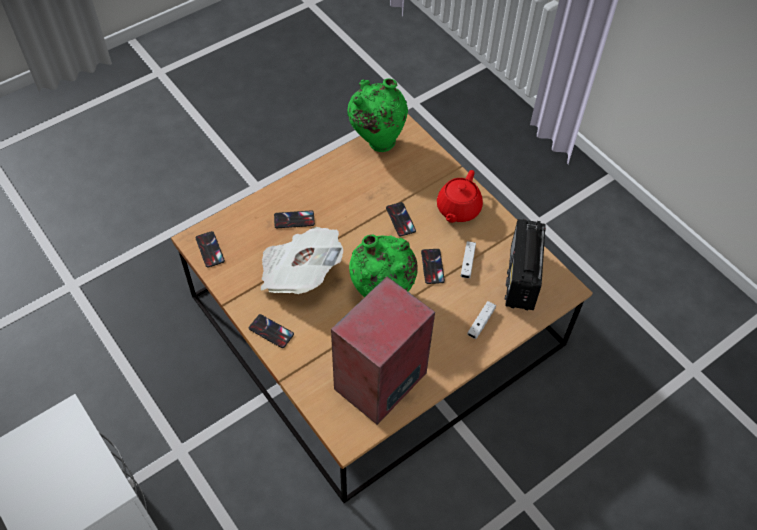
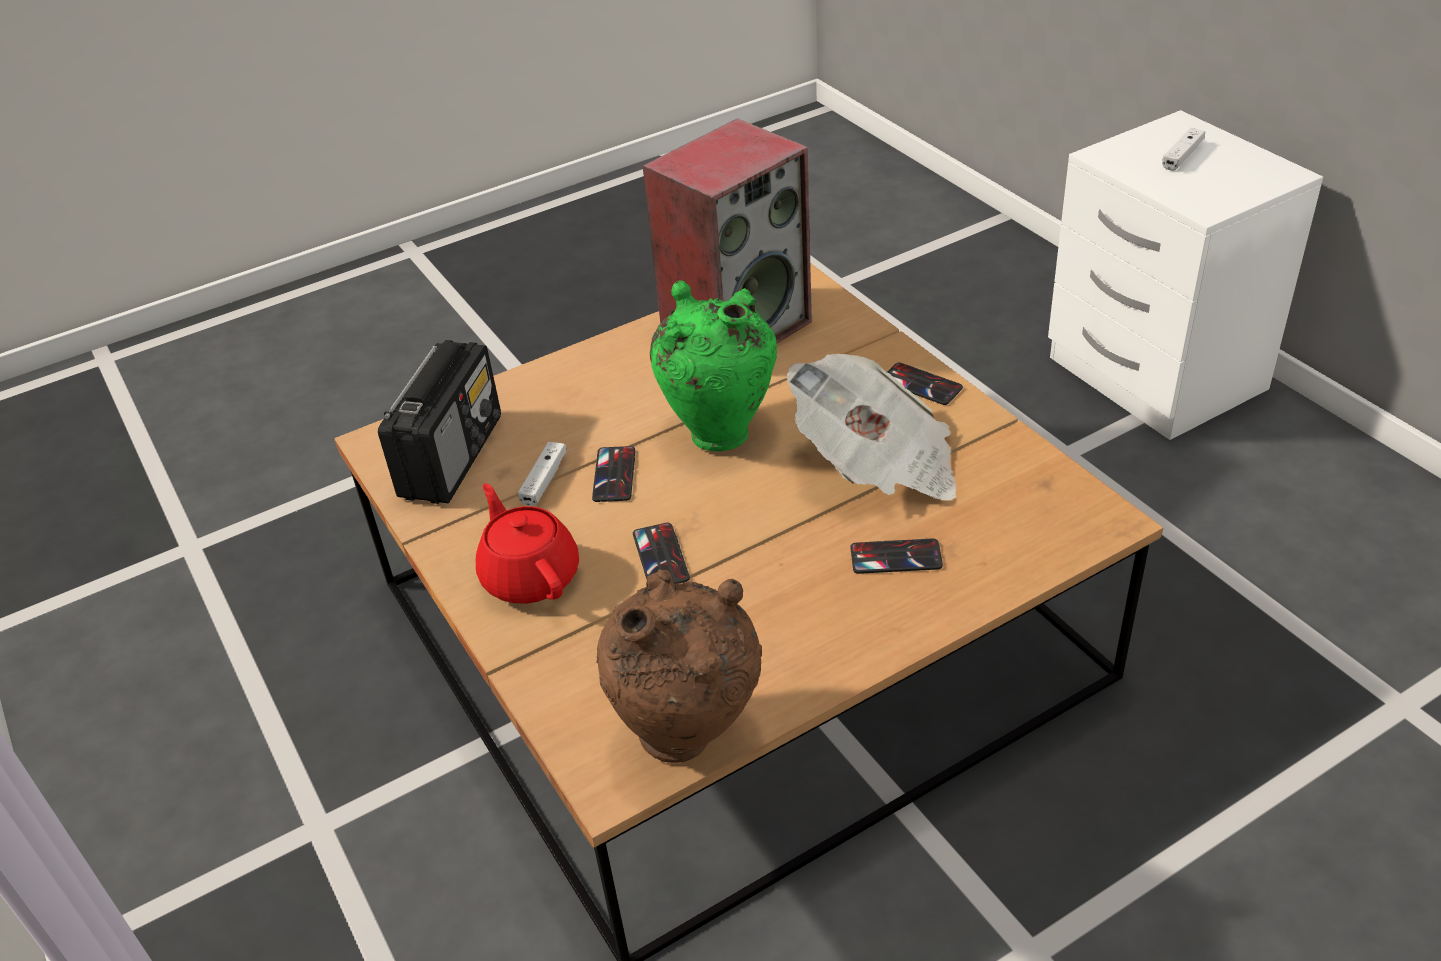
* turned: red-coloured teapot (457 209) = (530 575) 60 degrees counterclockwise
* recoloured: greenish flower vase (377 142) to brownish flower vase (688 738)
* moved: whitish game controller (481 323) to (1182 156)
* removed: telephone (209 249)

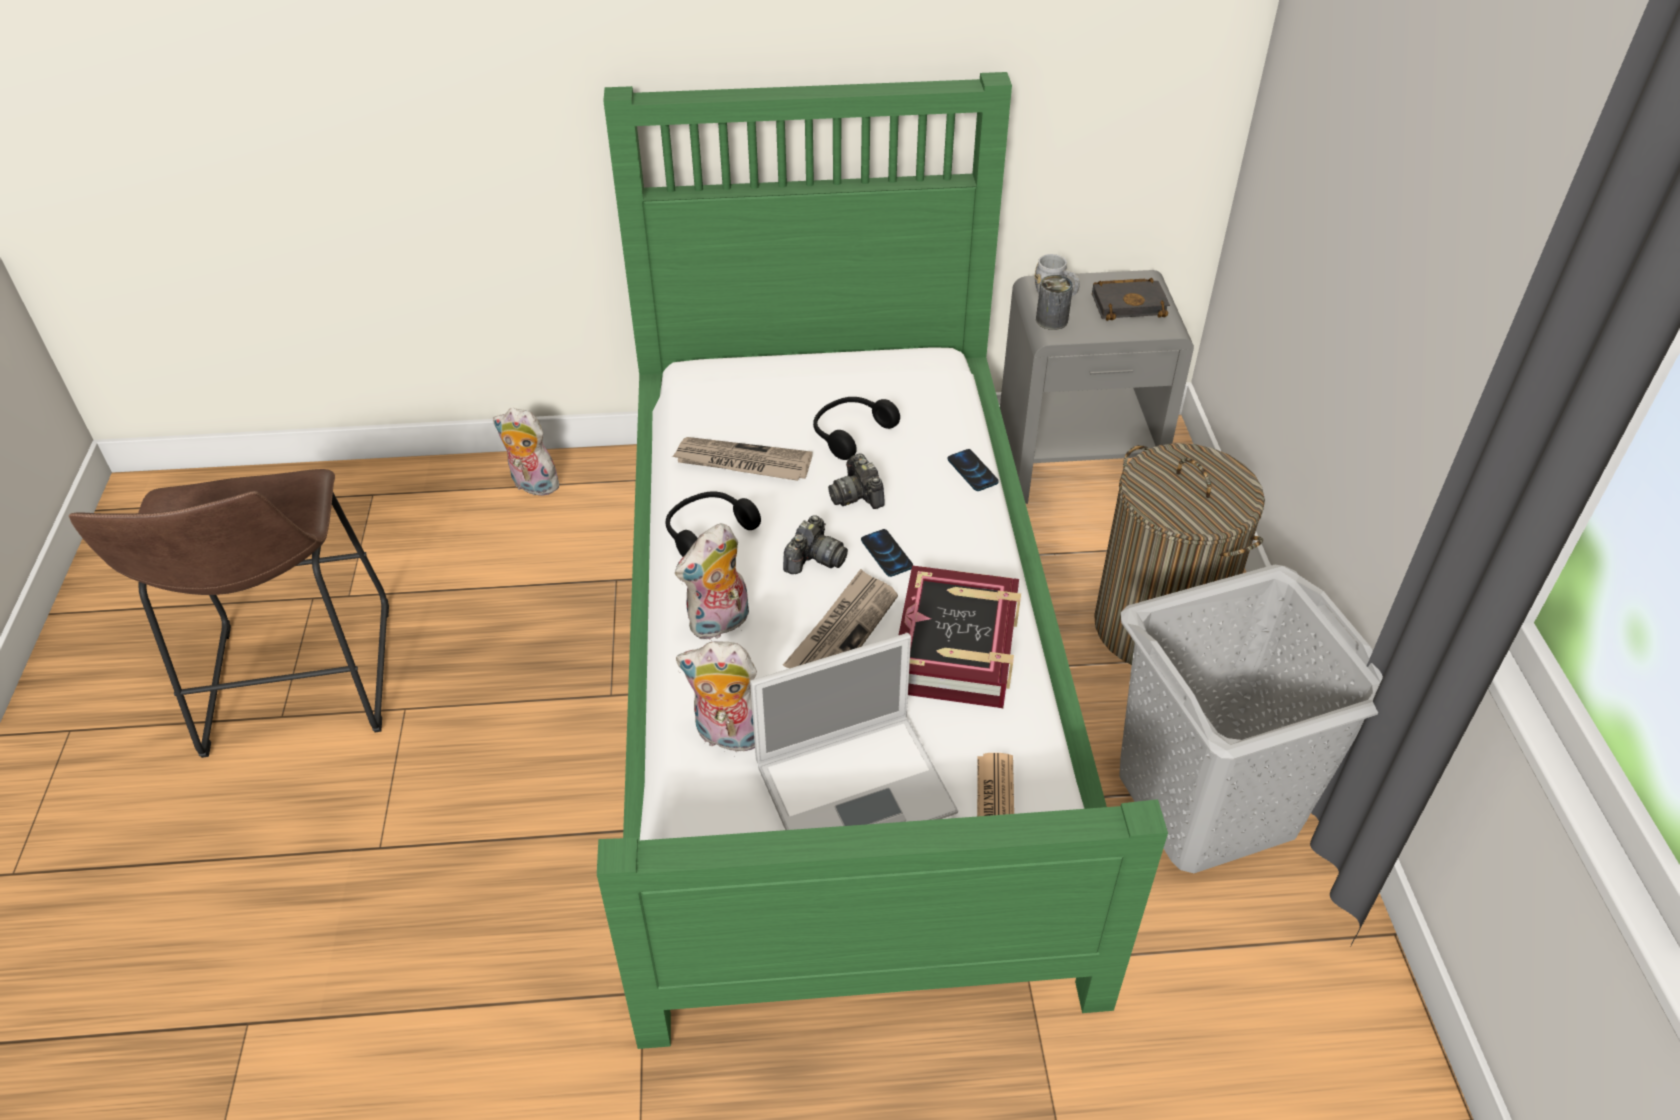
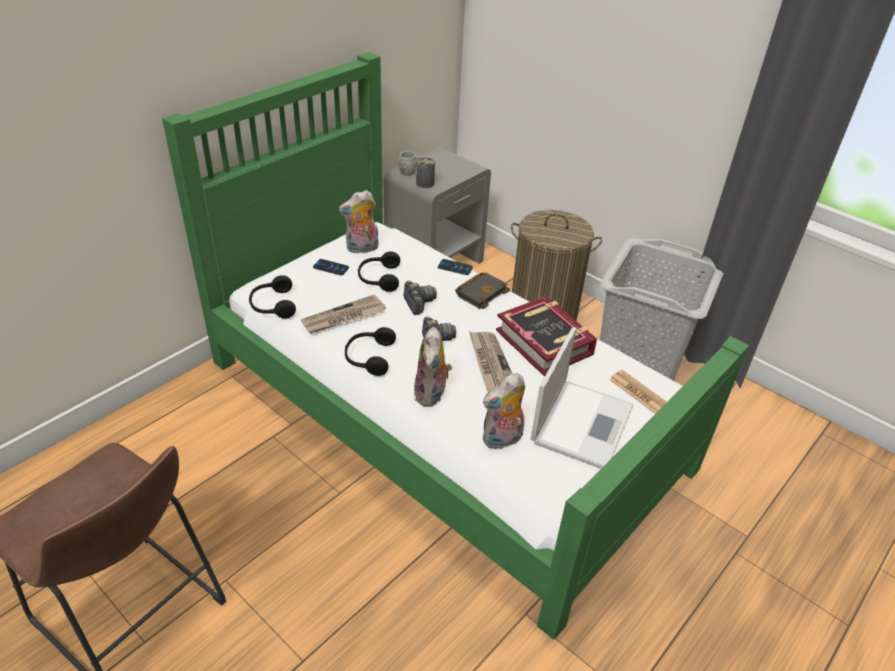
* added: blackish headset (272 305)
* moved: telephone (886 554) to (331 268)
* moved: plush toy (532 485) to (362 249)
* turned: still camera (857 495) = (418 303) 135 degrees counterclockwise
* moved: blackish bound book (1130 303) to (481 292)

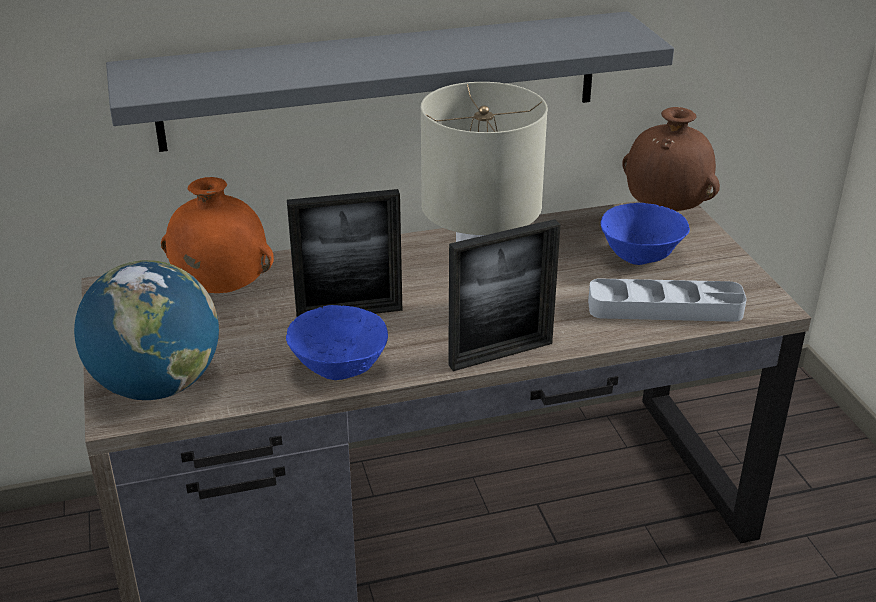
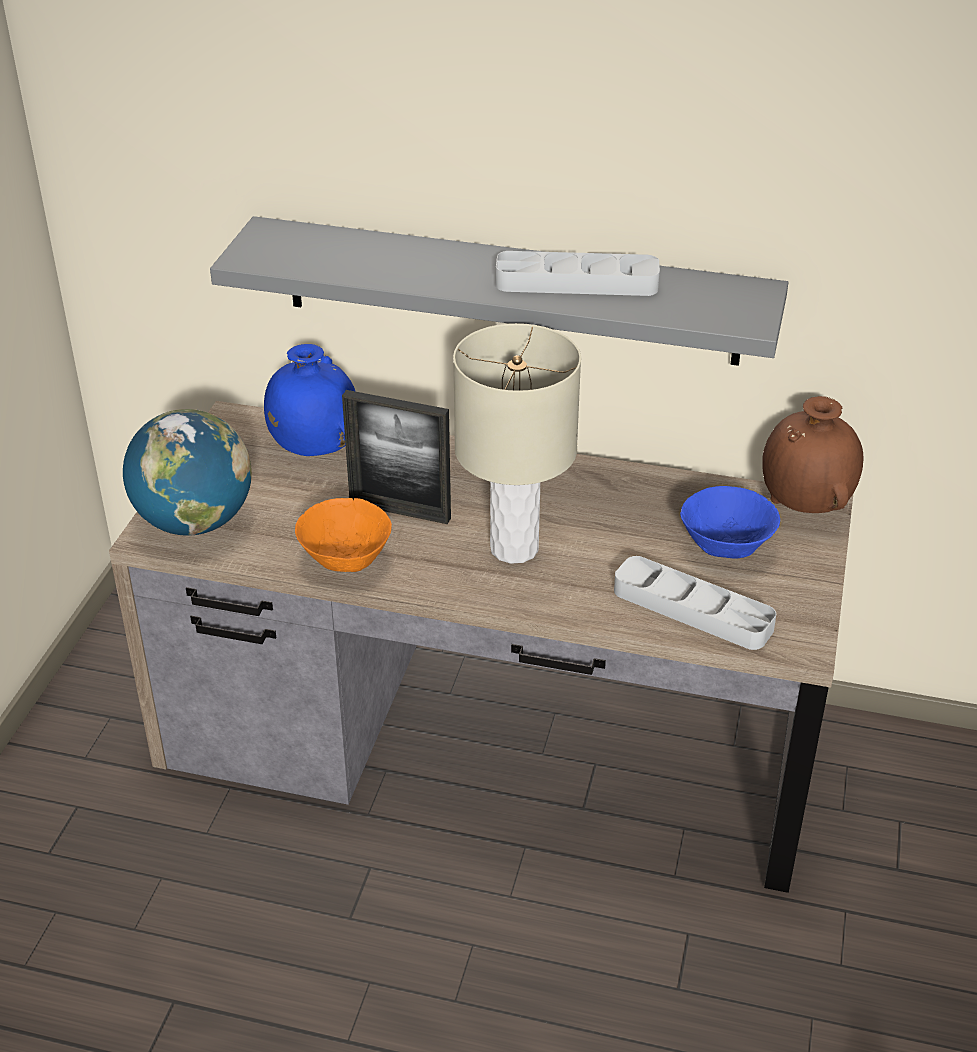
* recoloured: orange flower vase (221 290) to blue-coloured flower vase (314 450)
* recoloured: blue-coloured serving bowl (338 368) to orange serving bowl (346 559)
* added: grey tray (576 282)
* removed: photo frame (501 354)

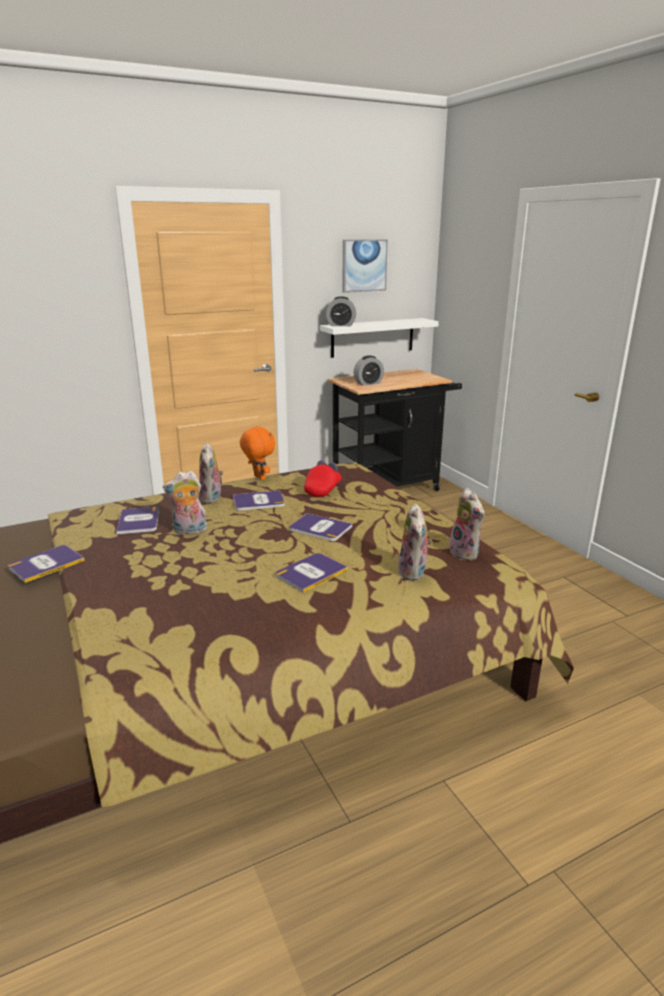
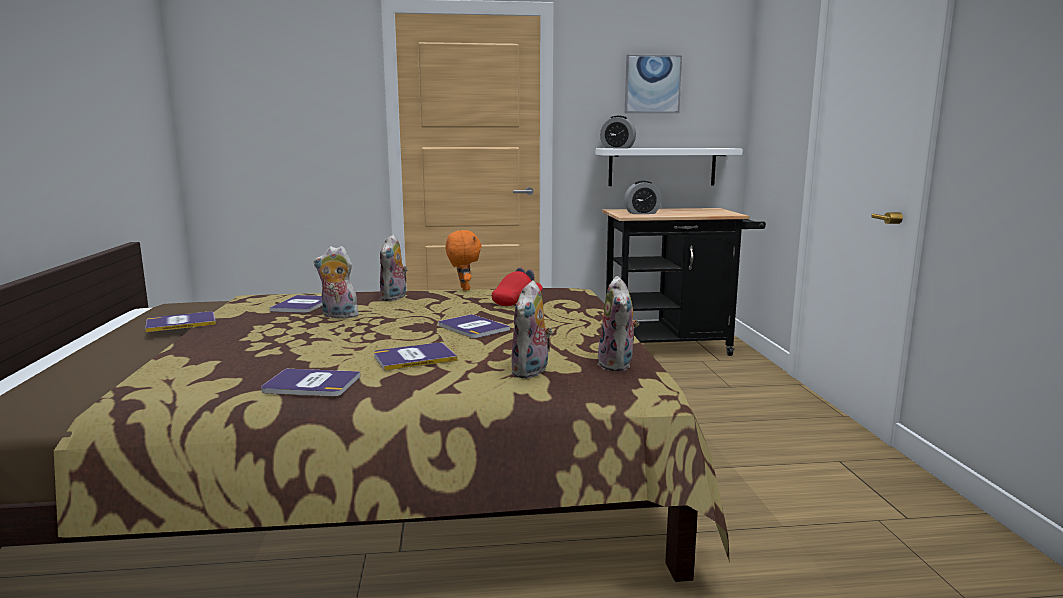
* moved: bound book (258 501) to (311 384)

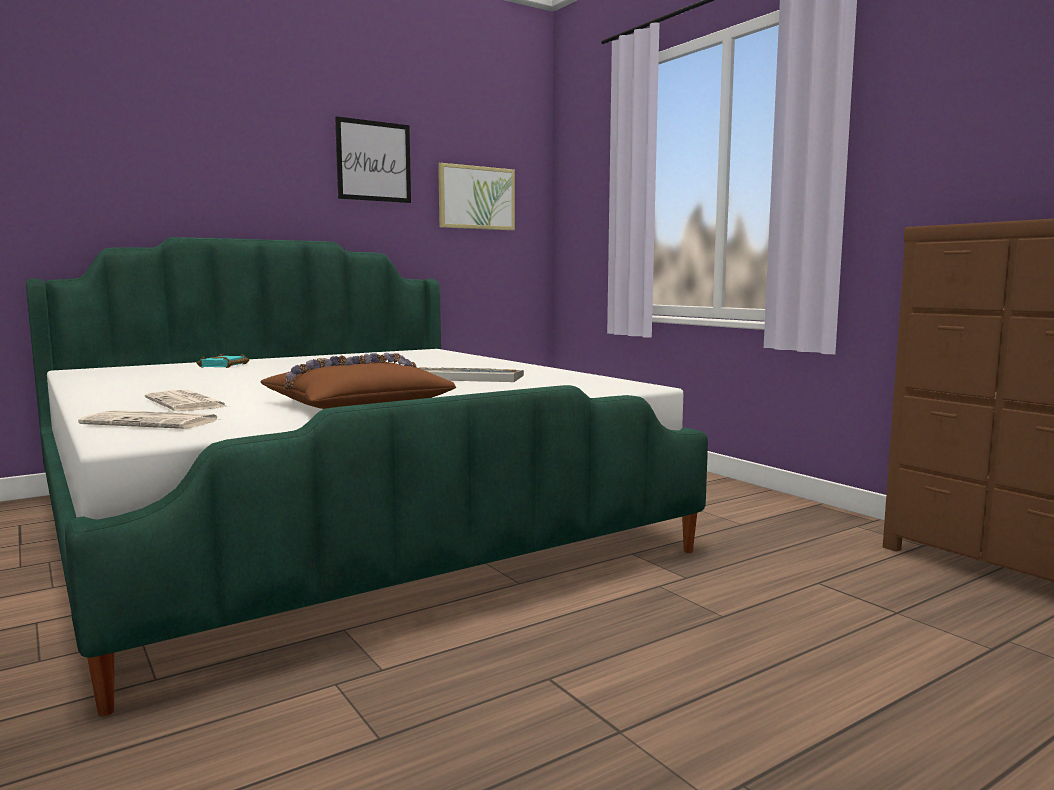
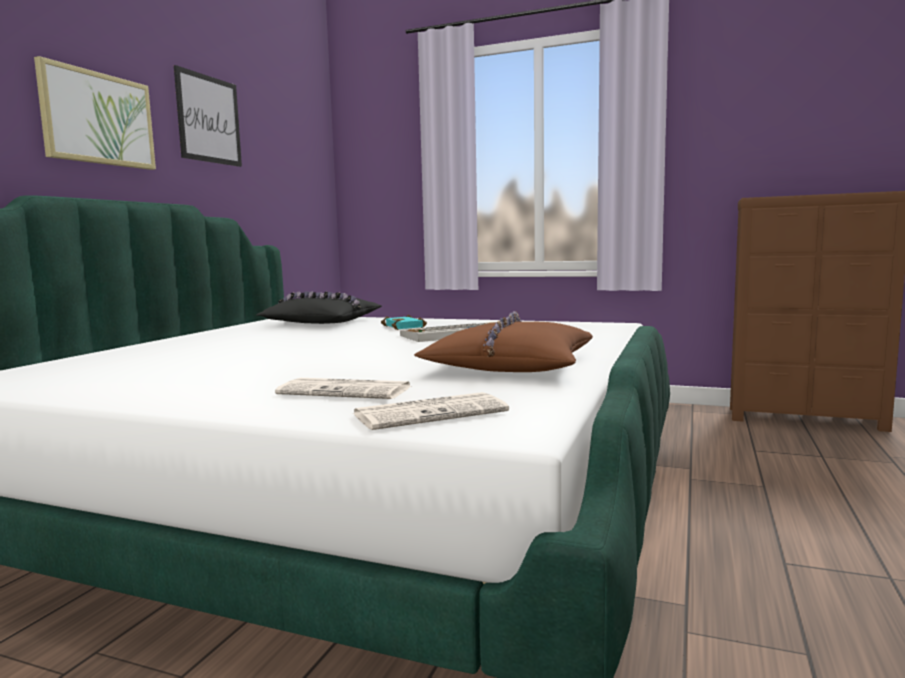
* moved: picture (476 198) to (98 119)
* added: blackish cushion (320 322)
* moved: blue-green bound book (224 366) to (405 327)

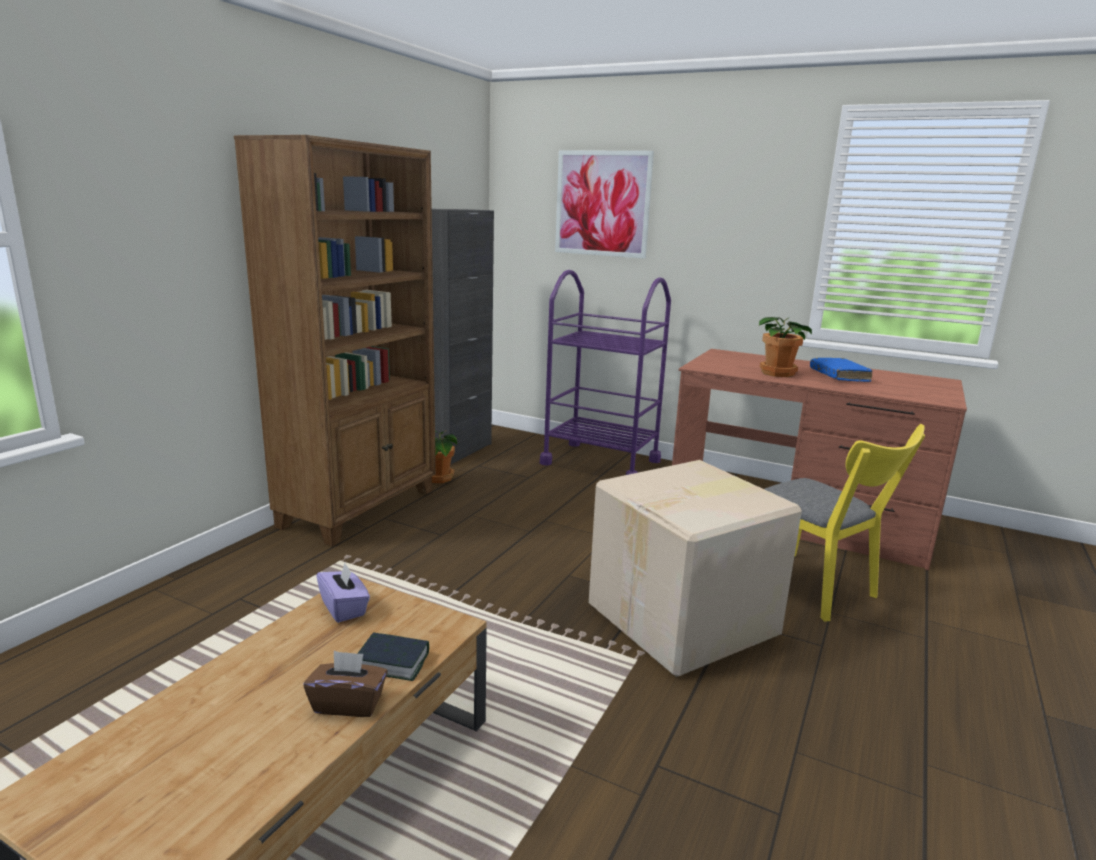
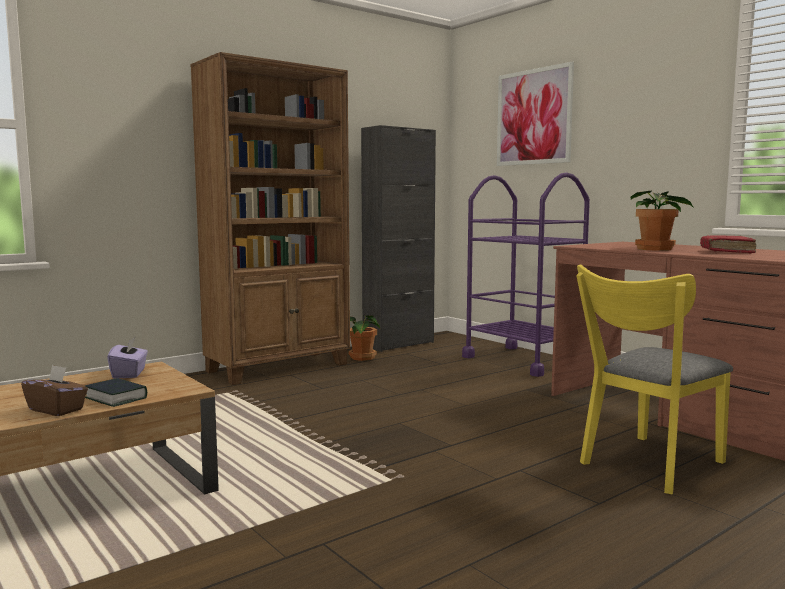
* turned: yellowish plain chair (816 589) = (647 465) 60 degrees clockwise
* recoloured: blue-coloured bound book (839 376) to red-coloured bound book (726 251)
* removed: packing box (685 620)

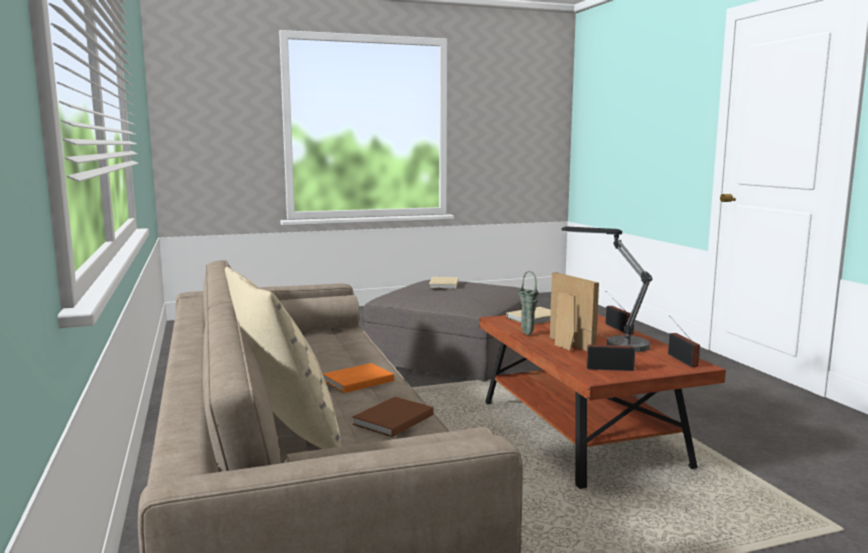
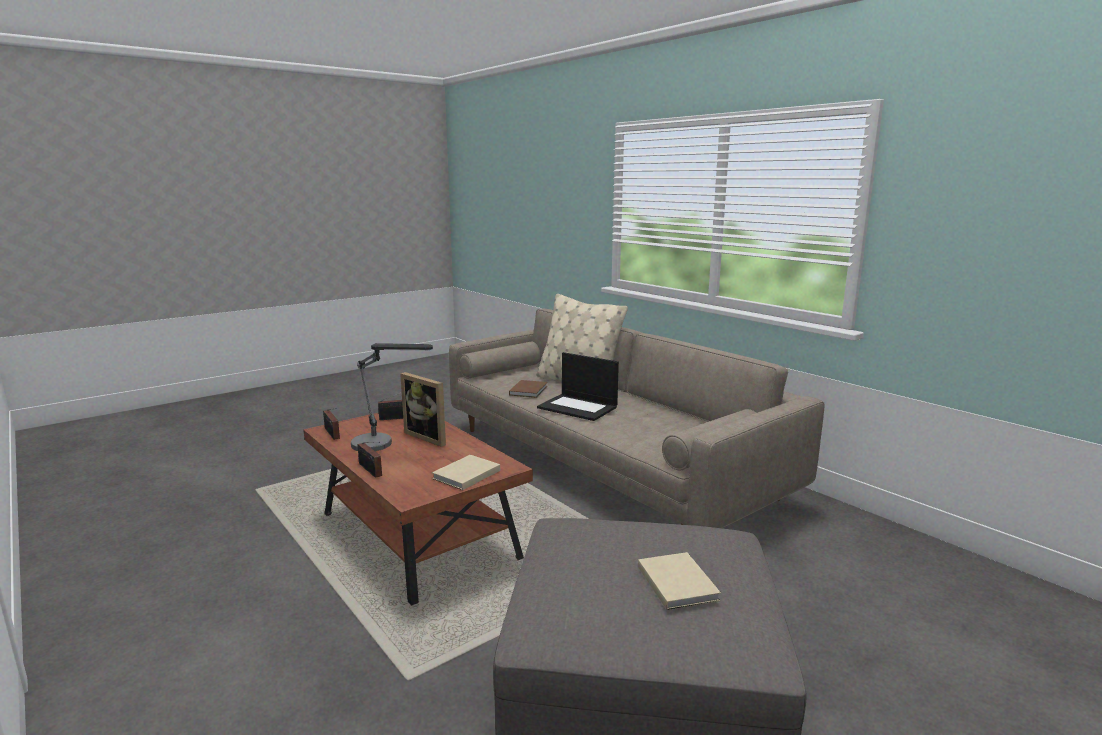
* replaced: orange bound book (356 381) to notebook computer (578 407)
* removed: greenish flower vase (525 334)

